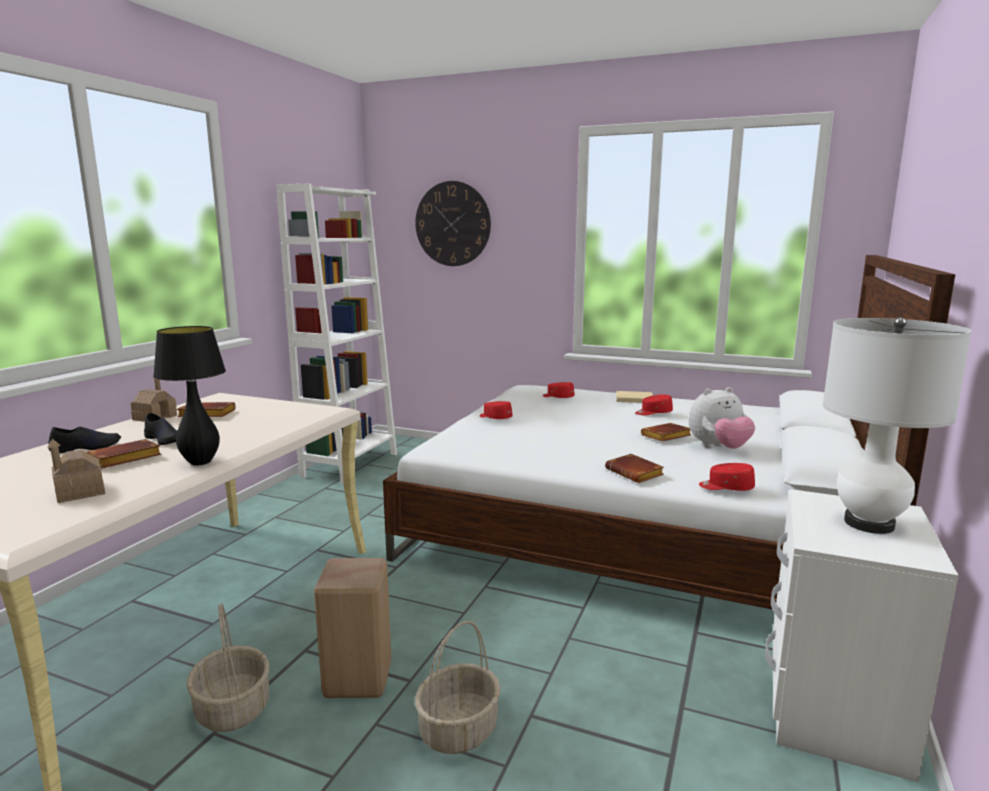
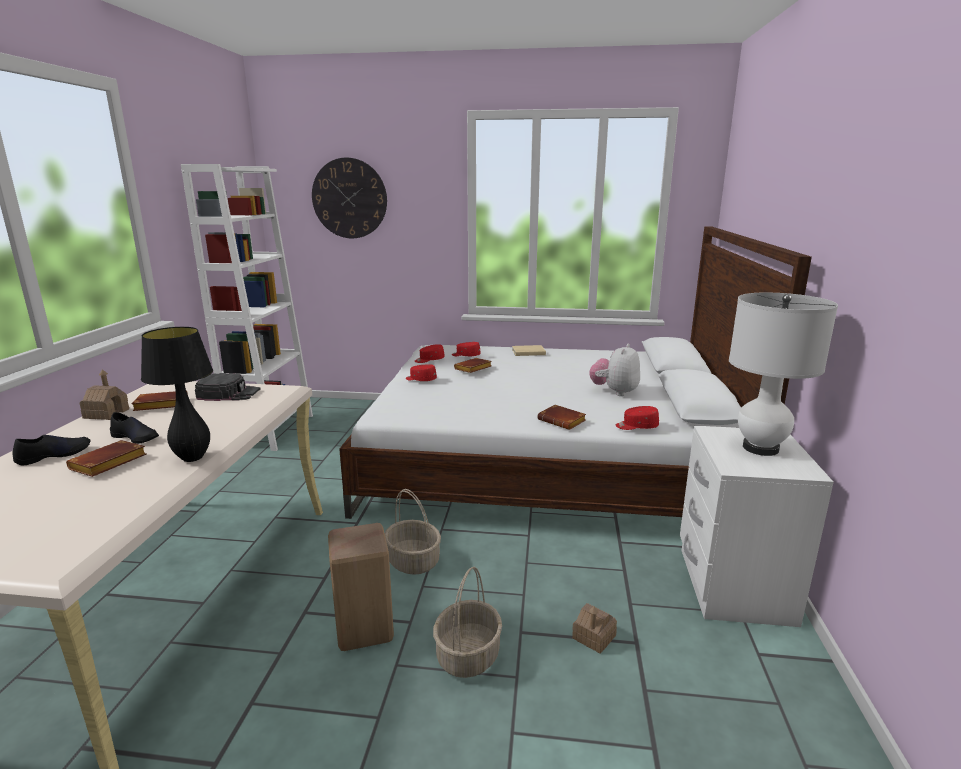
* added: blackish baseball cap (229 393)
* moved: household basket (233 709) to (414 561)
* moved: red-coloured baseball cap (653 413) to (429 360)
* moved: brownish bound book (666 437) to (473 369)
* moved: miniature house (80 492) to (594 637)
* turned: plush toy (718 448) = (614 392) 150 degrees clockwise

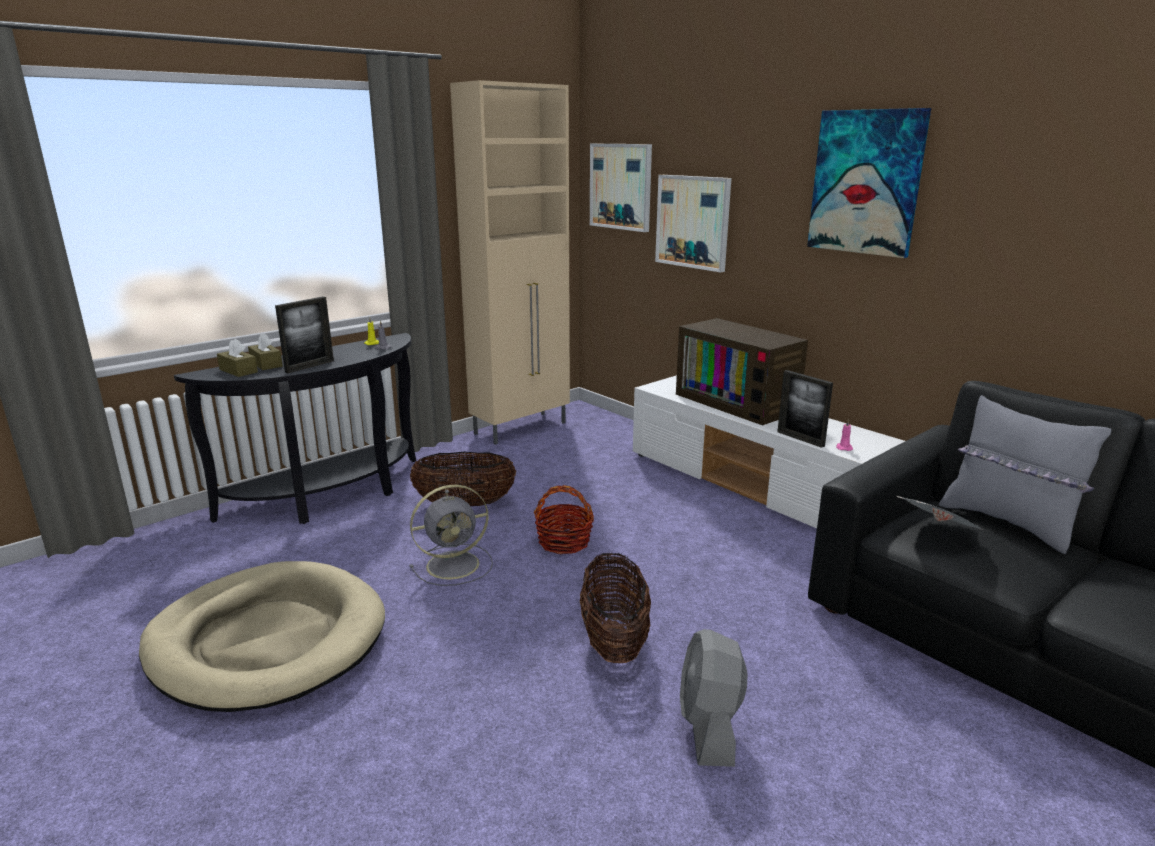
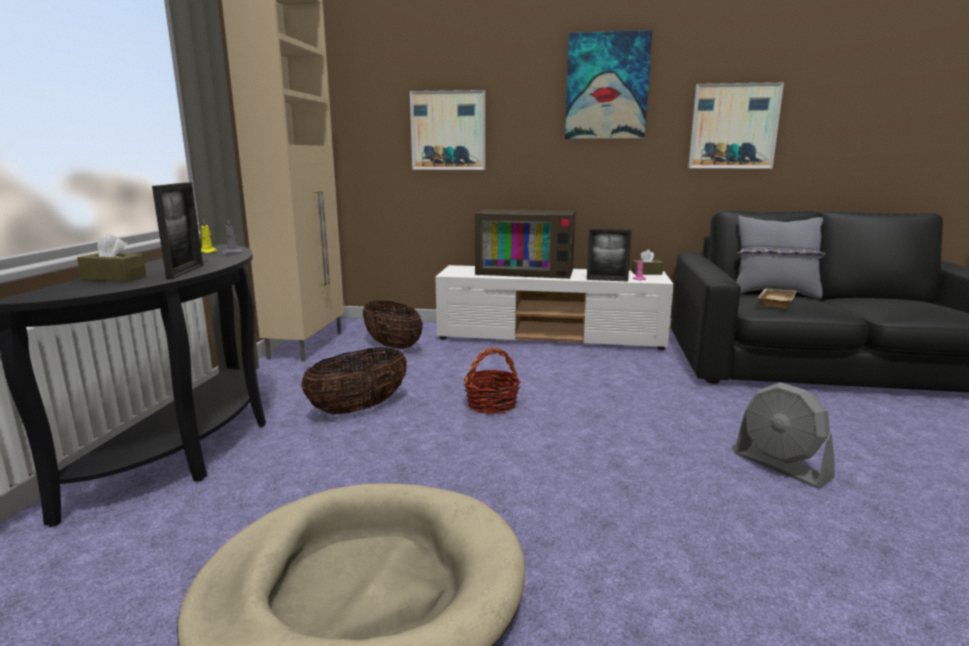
* moved: household basket (614 641) to (392 346)
* moved: brownish tissue box (238 371) to (646 273)
* moved: picture (621 186) to (733 126)
* replaced: newspaper (939 534) to beige-coloured tray (774 301)
* removed: grey cooling fan (455 564)

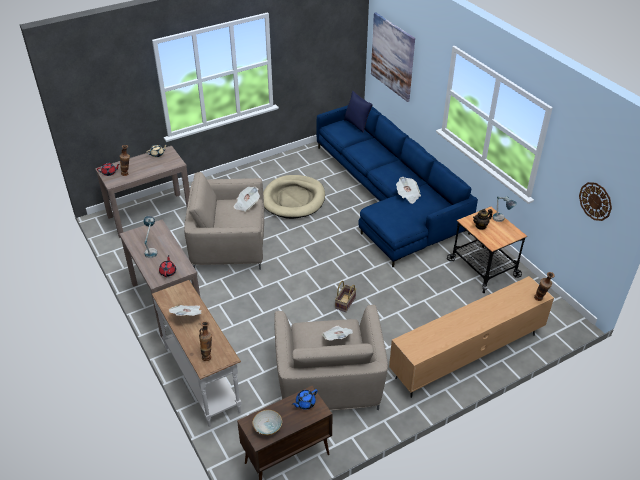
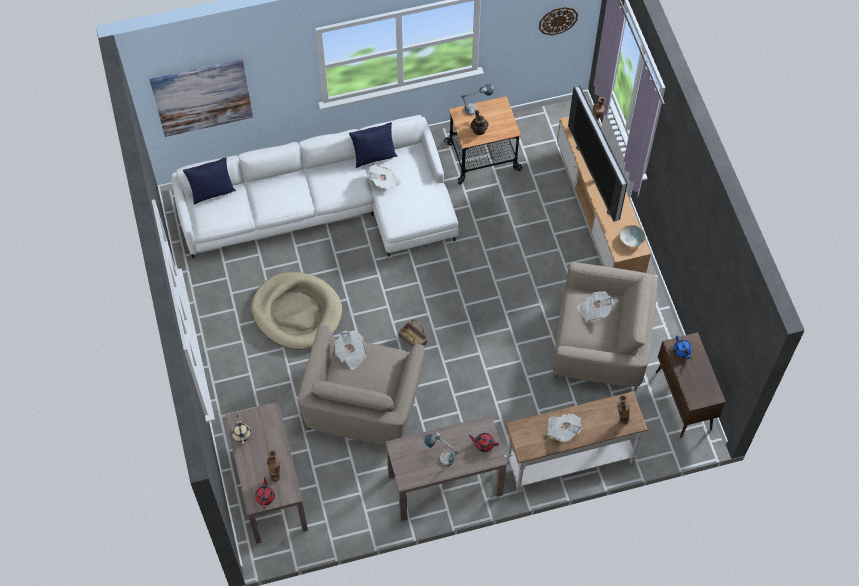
* recoloured: blue-coloured settee (388 196) to whitish settee (328 208)
* added: blue-coloured cushion (374 156)
* moved: household basket (345 303) to (414 340)
* added: TV set (598 178)
* moved: serving bowl (267 427) to (631 240)

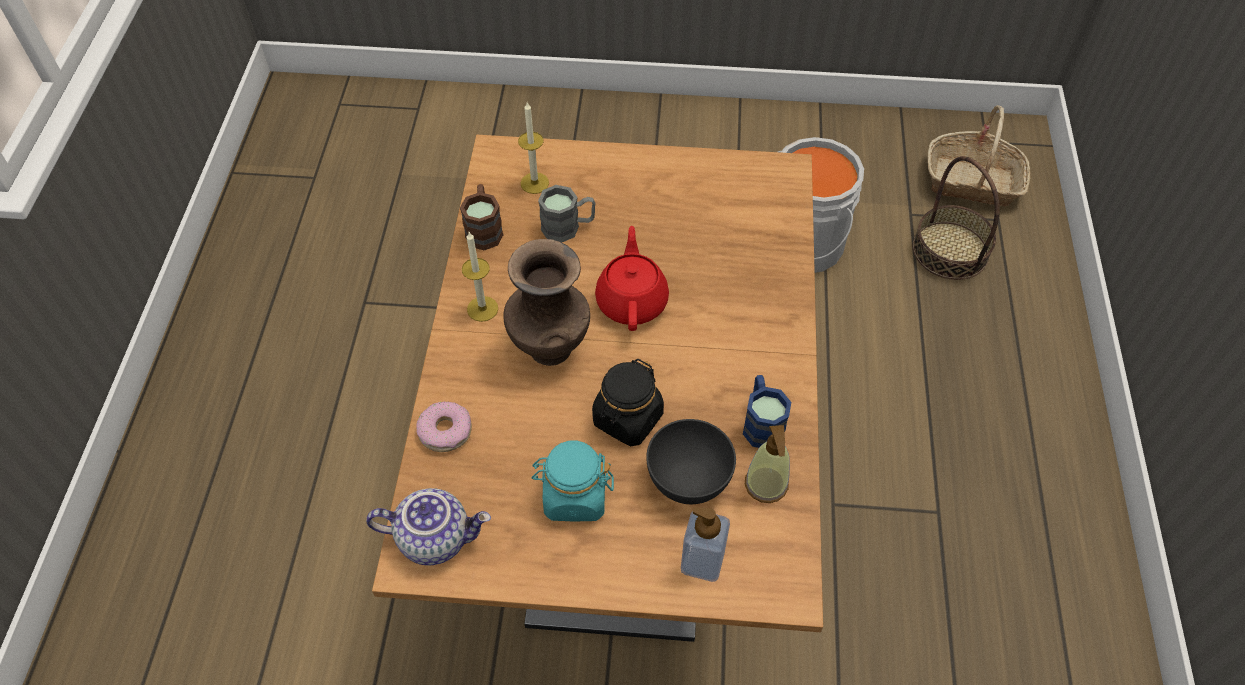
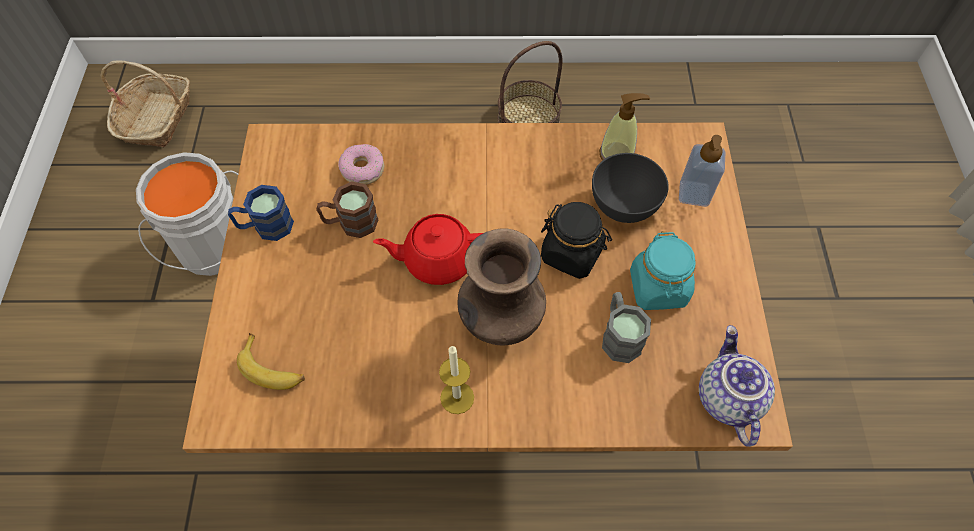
* moved: blue-coloured coffee mug (761 422) to (265 227)
* replaced: wax candle (534 183) to banana (272 368)
* moved: brownish coffee mug (484 229) to (350 223)
* moved: donut (445 431) to (363 169)
* moved: household basket (950 250) to (528 118)
* moved: grey coffee mug (568 227) to (619 335)

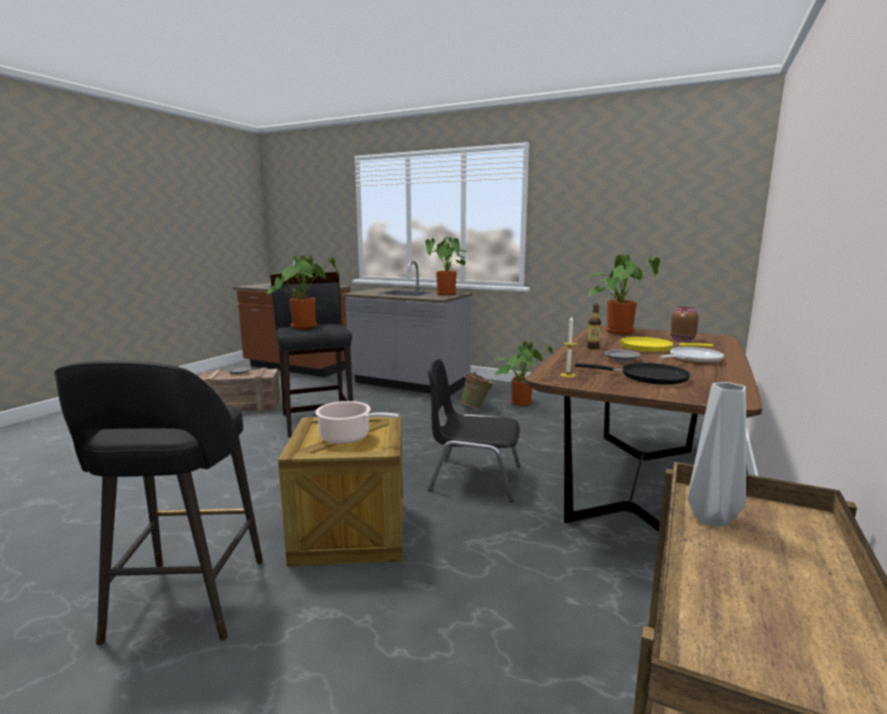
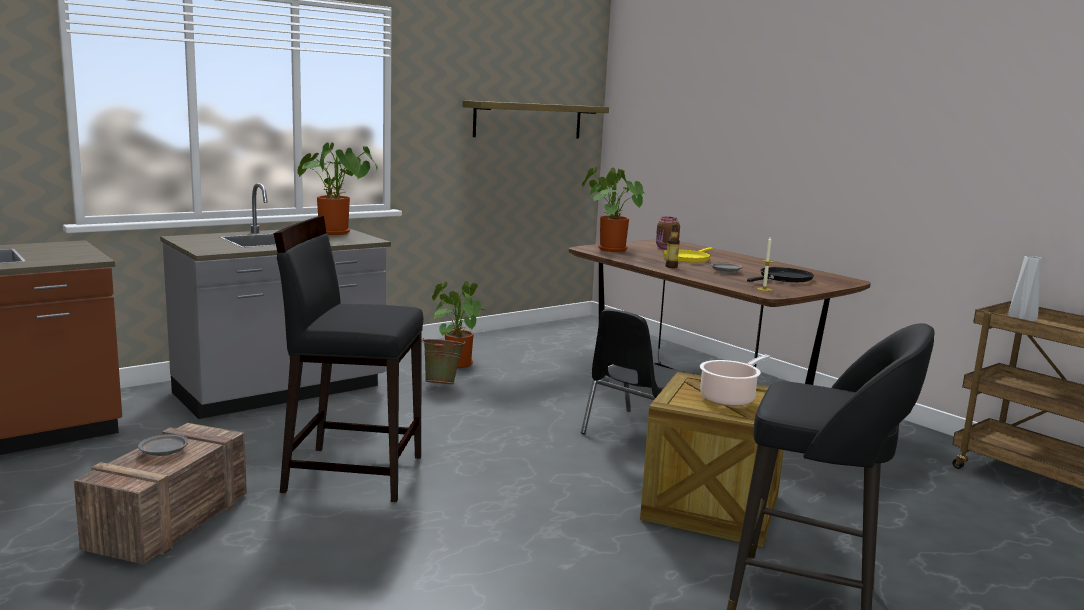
* added: bracket shelf (528 120)
* removed: plant in a pot (304 326)
* removed: skillet (692 360)

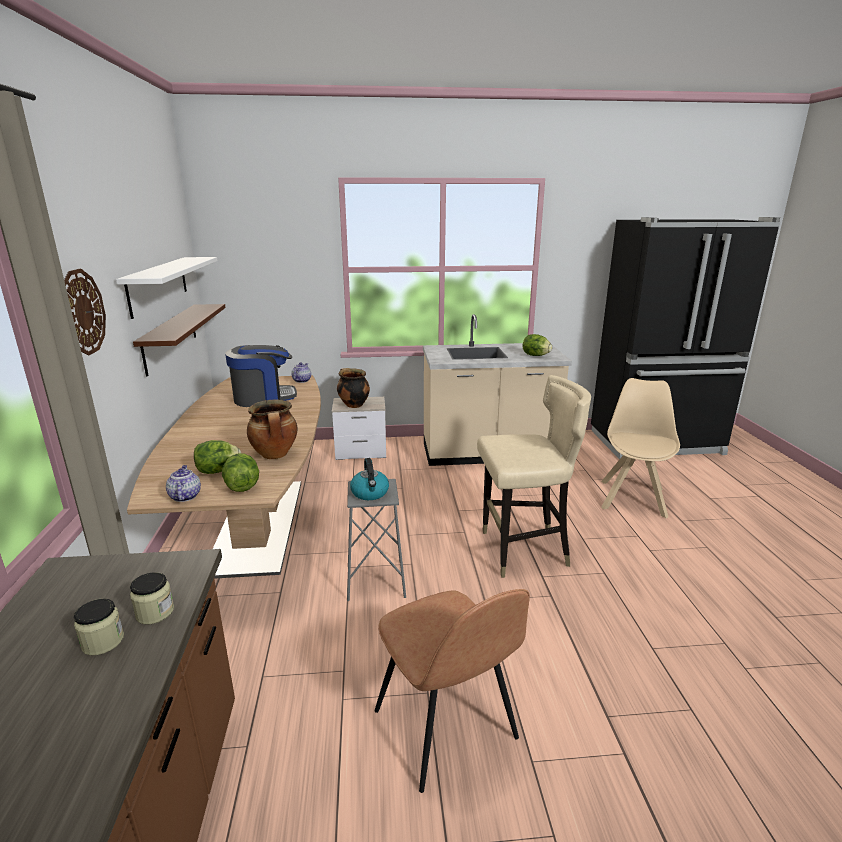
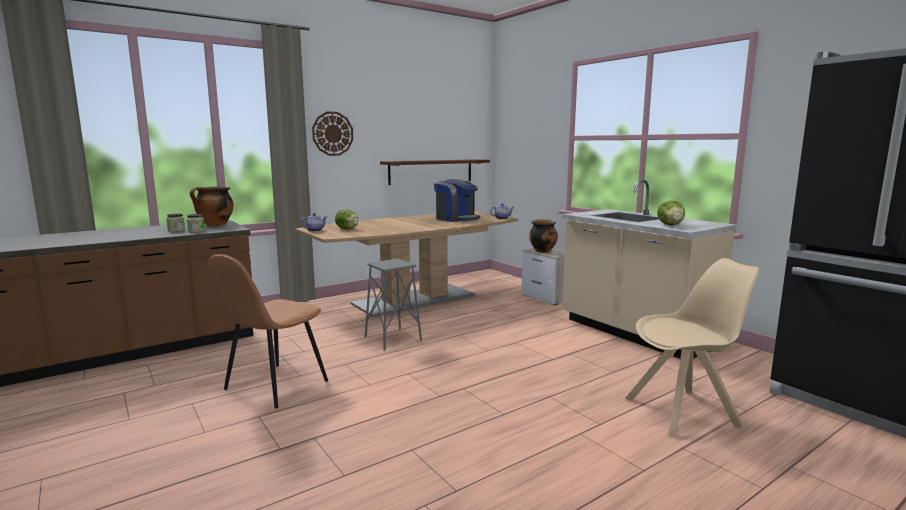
* moved: cooking pot (275 455) to (215 225)
* removed: whitish bracket shelf (158 285)
* removed: head of lettuce (242 486)
* removed: tea kettle (370 493)
* removed: beige-coloured plain chair (523 551)

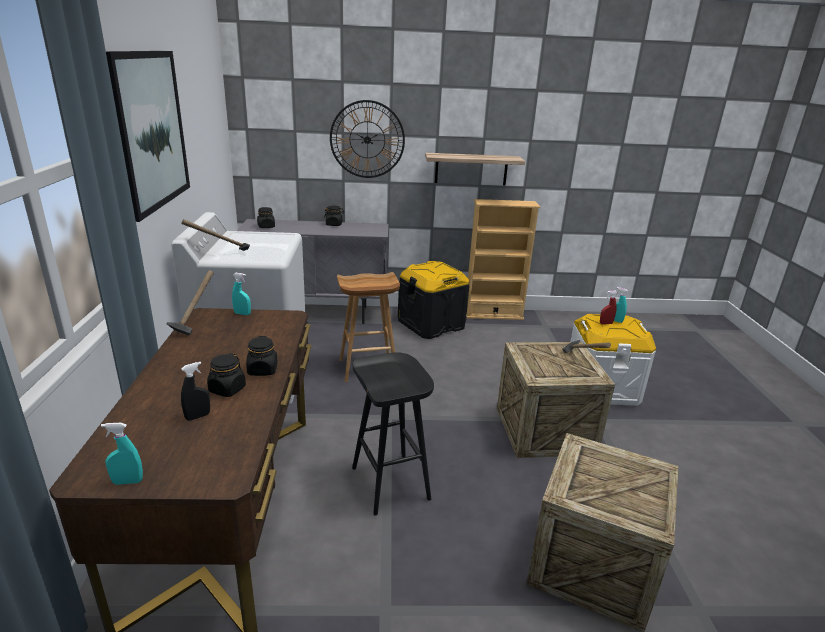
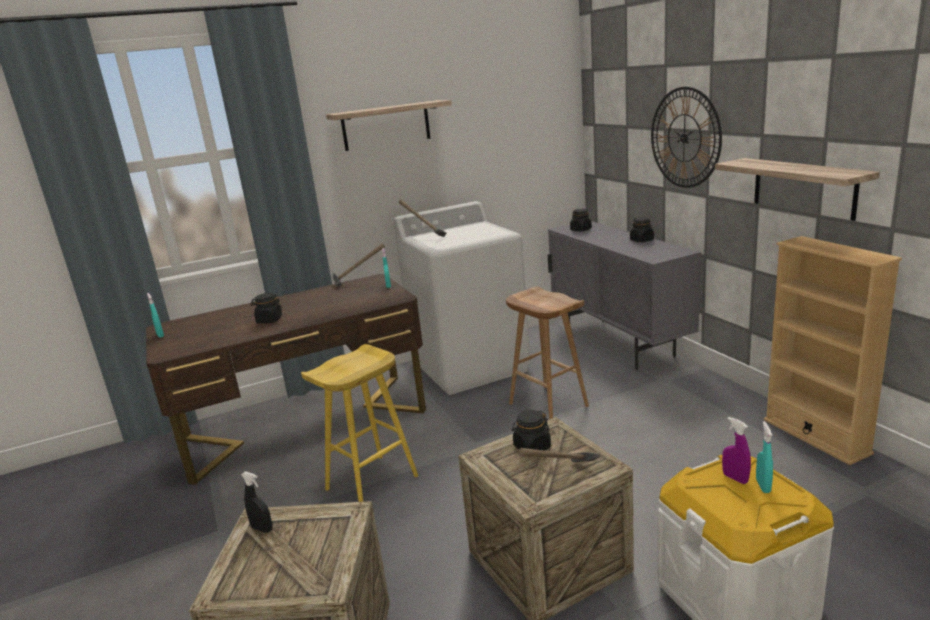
* moved: blackish sprayer (198 416) to (262 529)
* recoloured: blackish stool (391 483) to yellowish stool (371 483)
* replaced: picture (149 131) to bracket shelf (386 125)
* moved: blackish preserve jar (262 370) to (532 447)
* recoloured: red-coloured sprayer (606 323) to purple-coloured sprayer (735 478)
* removed: blackish storage box (431 324)

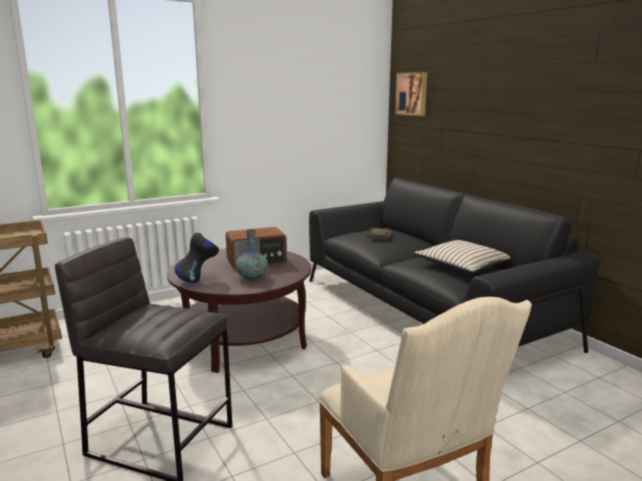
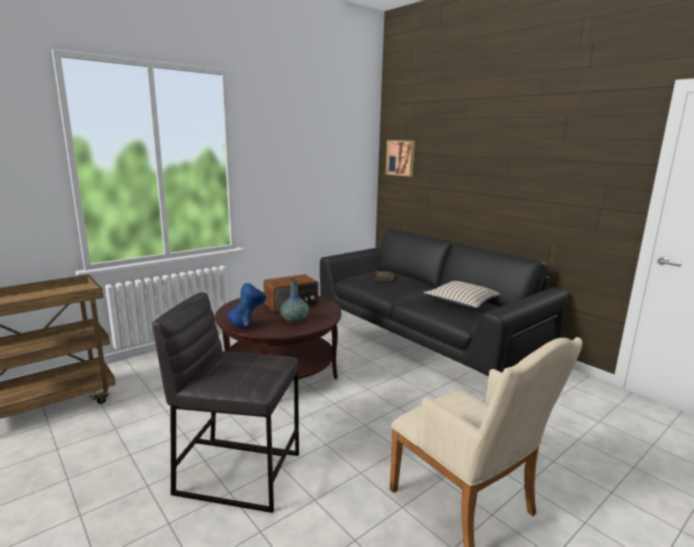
* recoloured: blackish flower vase (198 280) to blue-coloured flower vase (248 325)

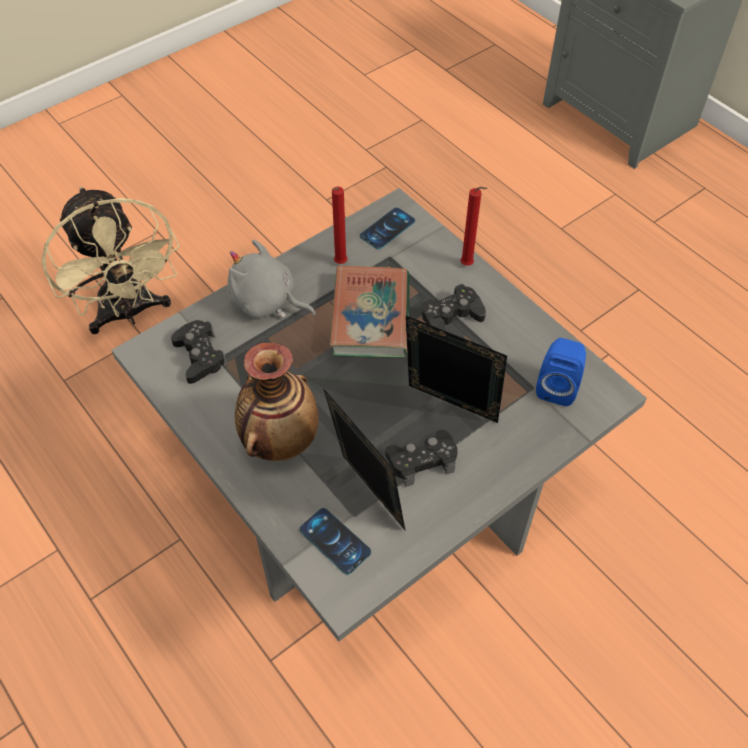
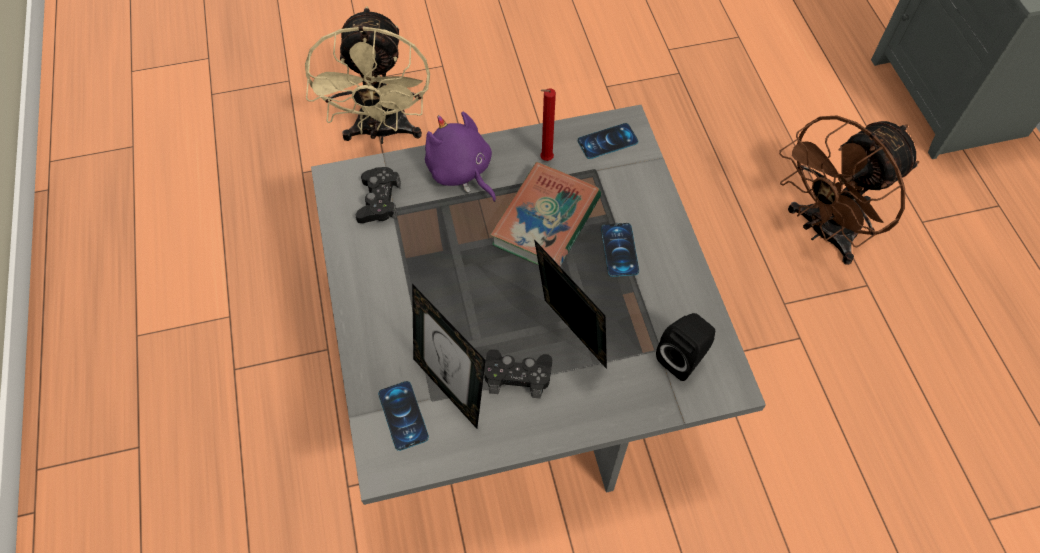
* turned: photo frame (366 497) = (451 388) 150 degrees clockwise
* recoloured: grey plush toy (266 302) to purple-coloured plush toy (461 172)
* replaced: blackish game controller (451 317) to telephone (619 250)
* recoloured: blue-coloured audio speaker (557 386) to blackish audio speaker (683 357)
* added: brownish cooling fan (823 232)
* removed: flower vase (279 439)
* removed: red-coloured wax candle (468 265)

